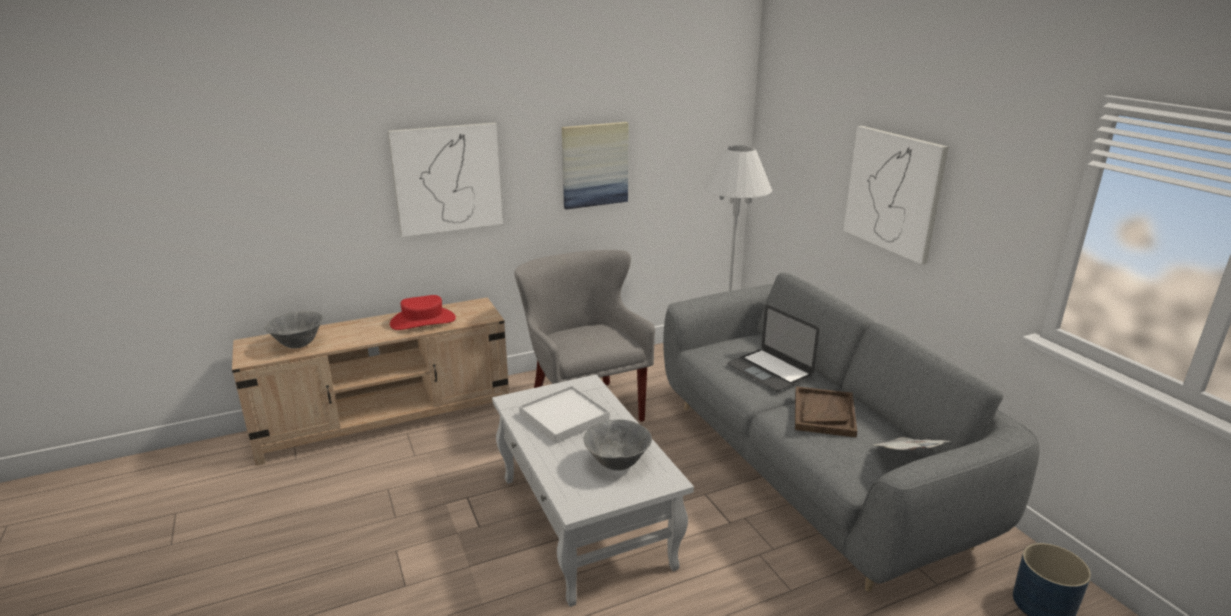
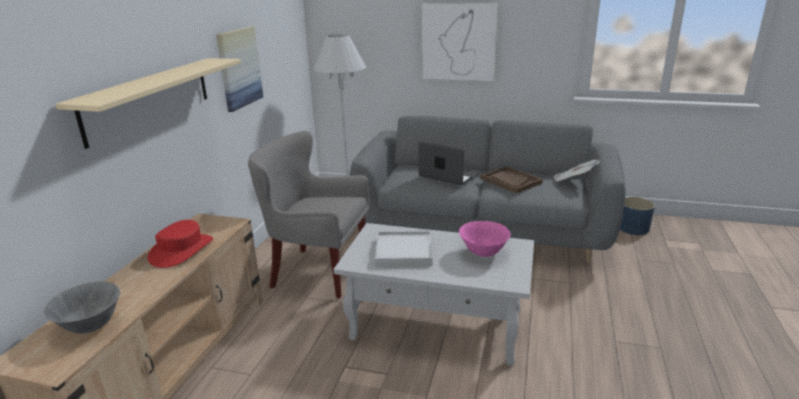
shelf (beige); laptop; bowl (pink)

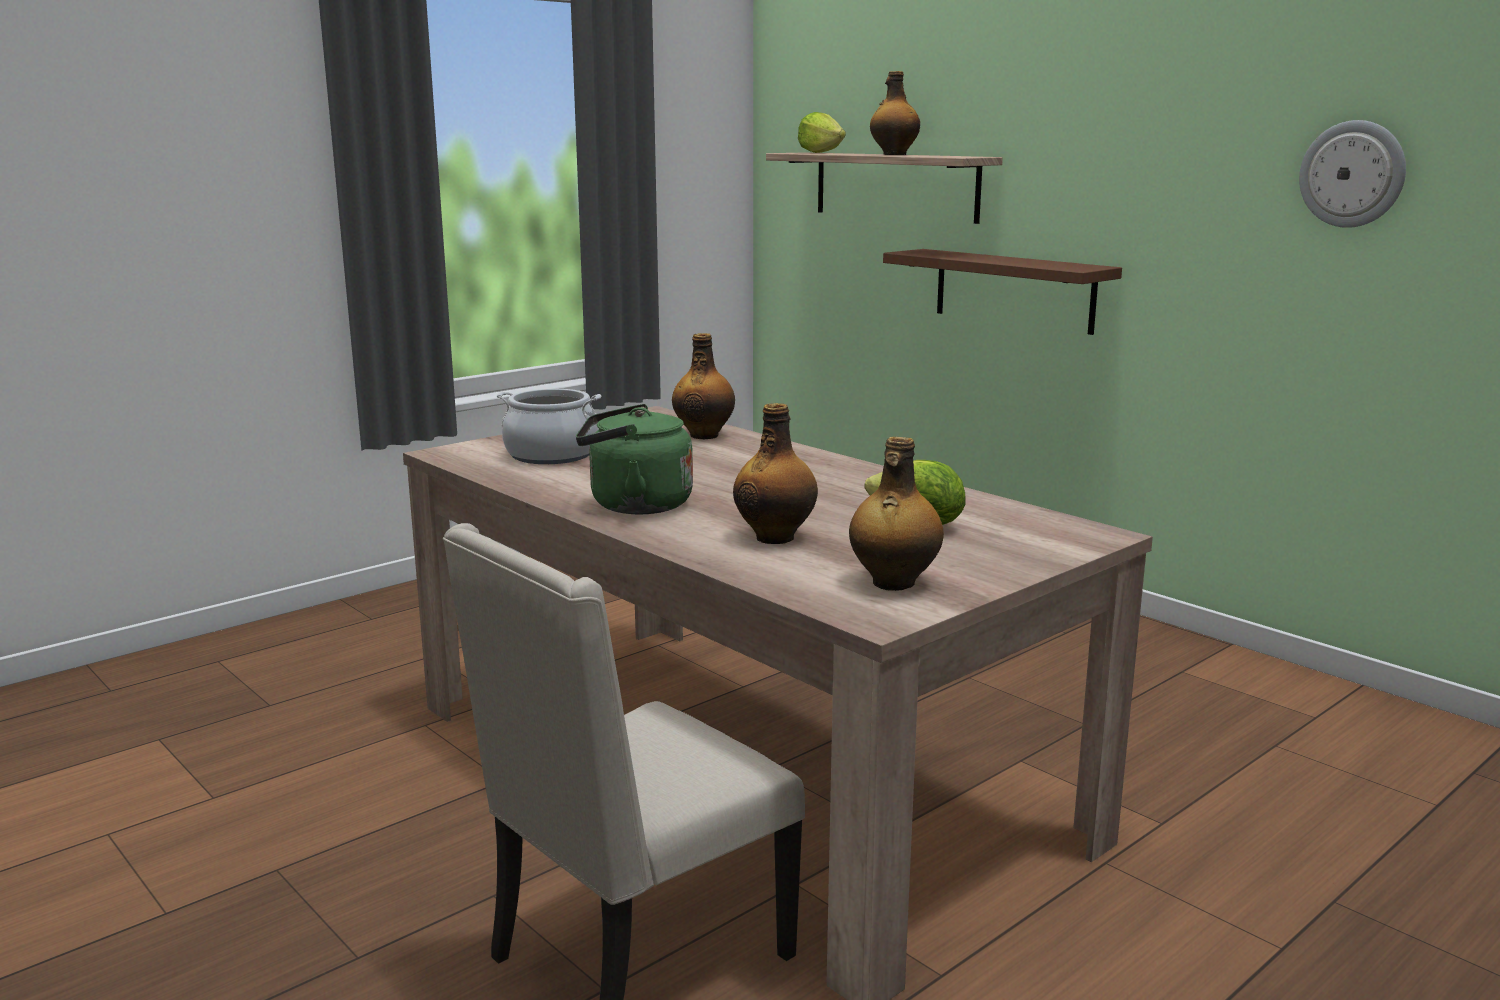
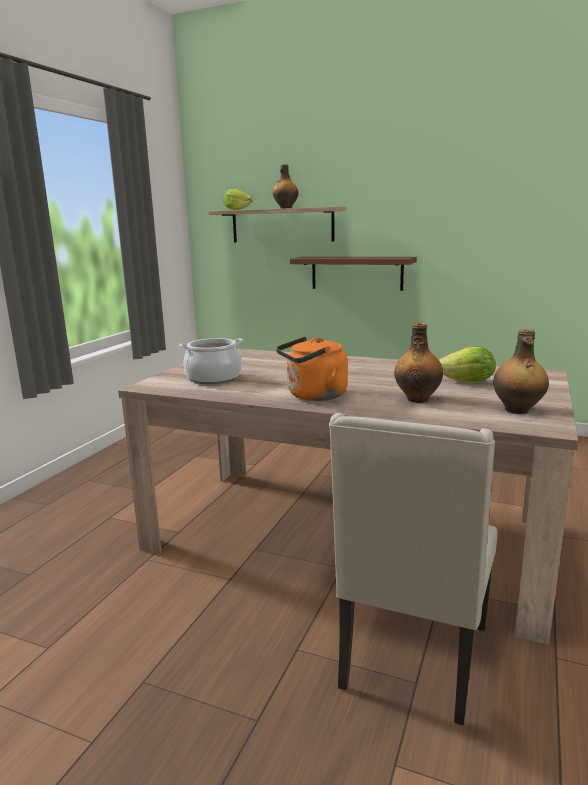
wall clock; bottle (1st from left in the first image); kettle (orange)

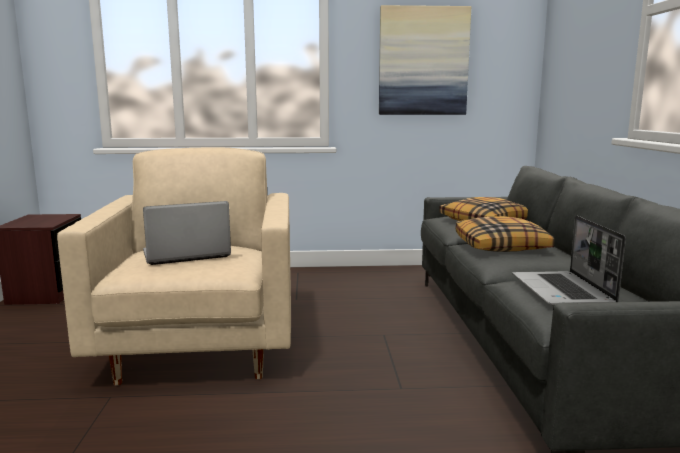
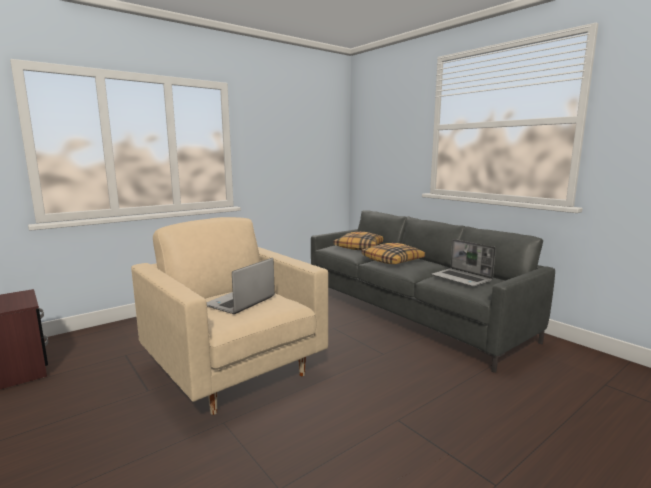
picture

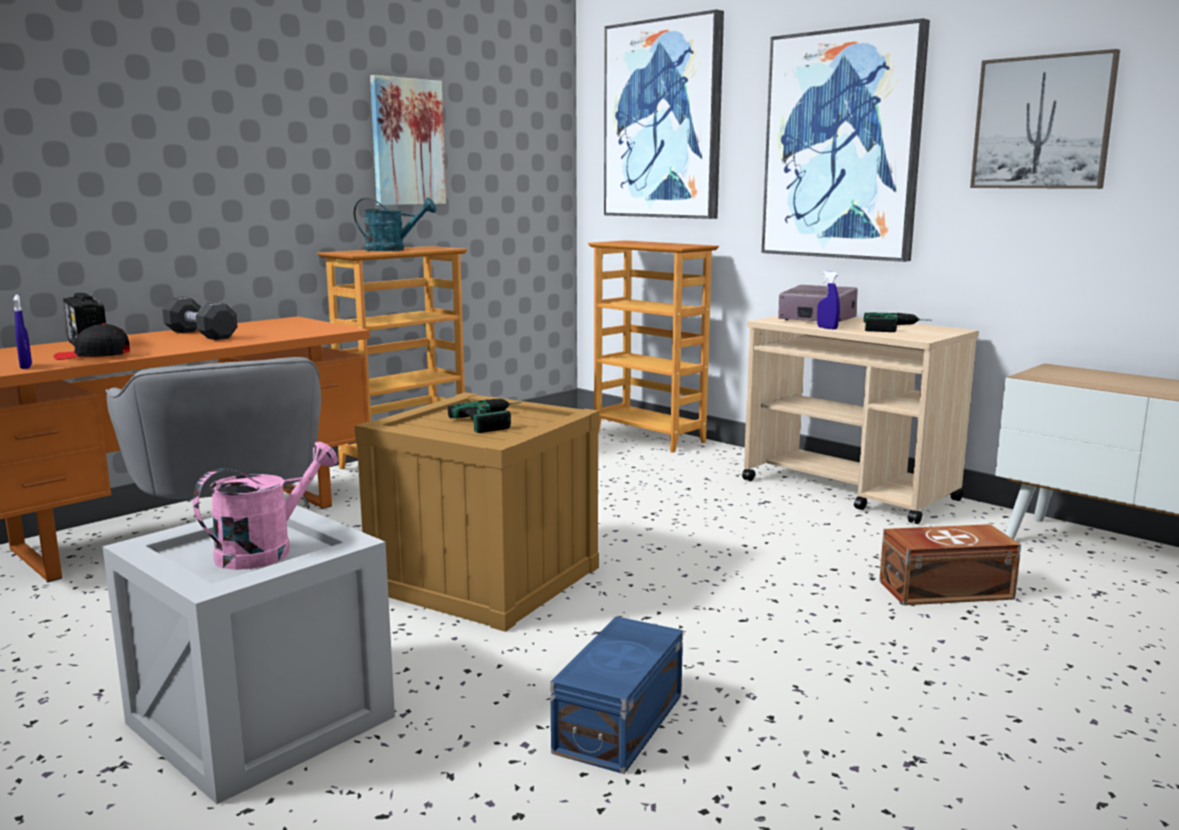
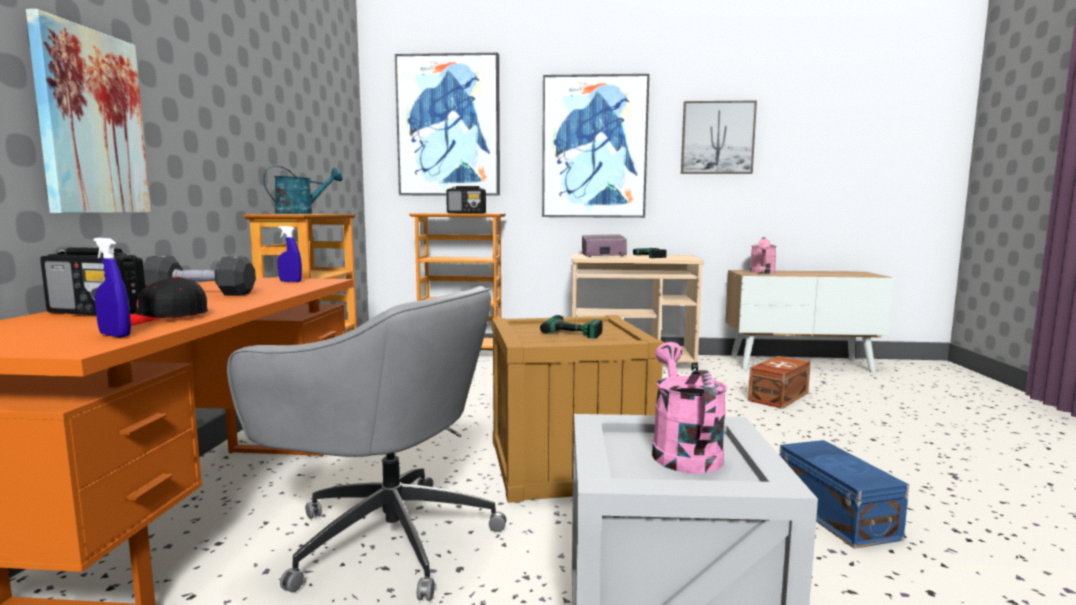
picture (1st from left); spray bottle (blue) (2nd from left); radio (2nd from left); watering can (pink) (2nd from left)

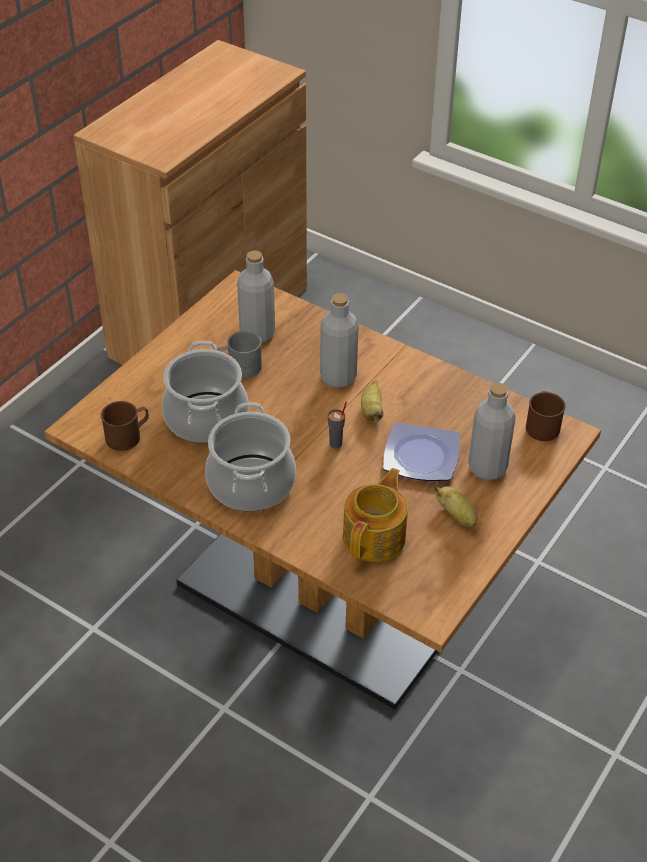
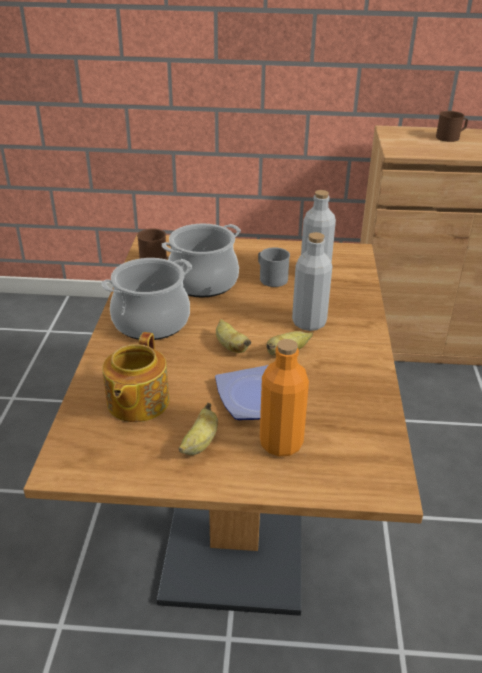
bottle (orange); mug (brown) (2nd from left); banana (2nd from left); teapot

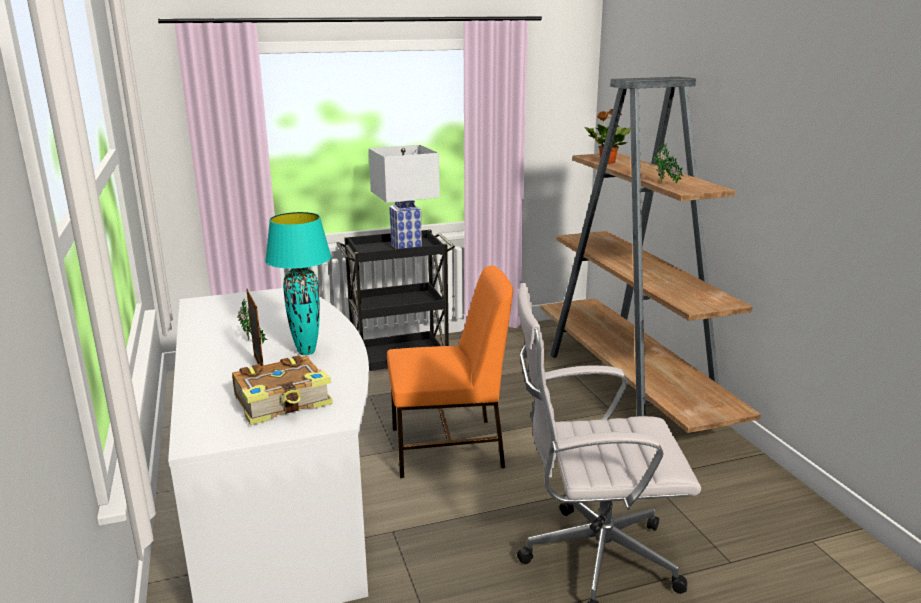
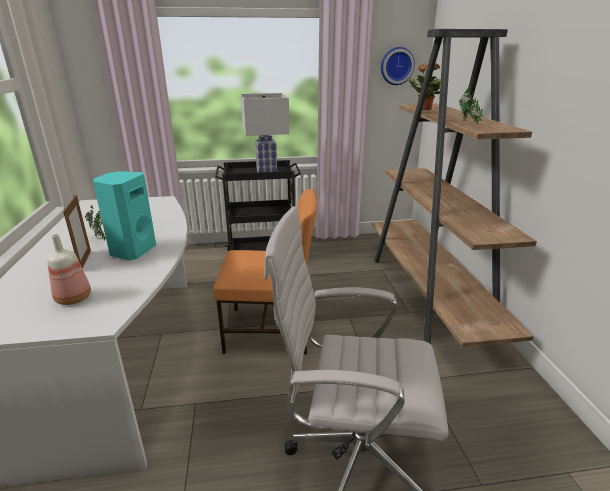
speaker (turquoise); bottle; wall clock

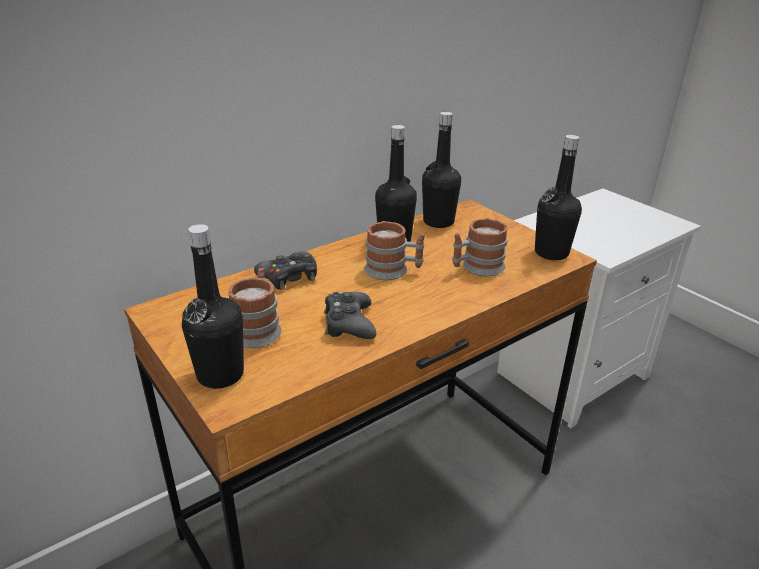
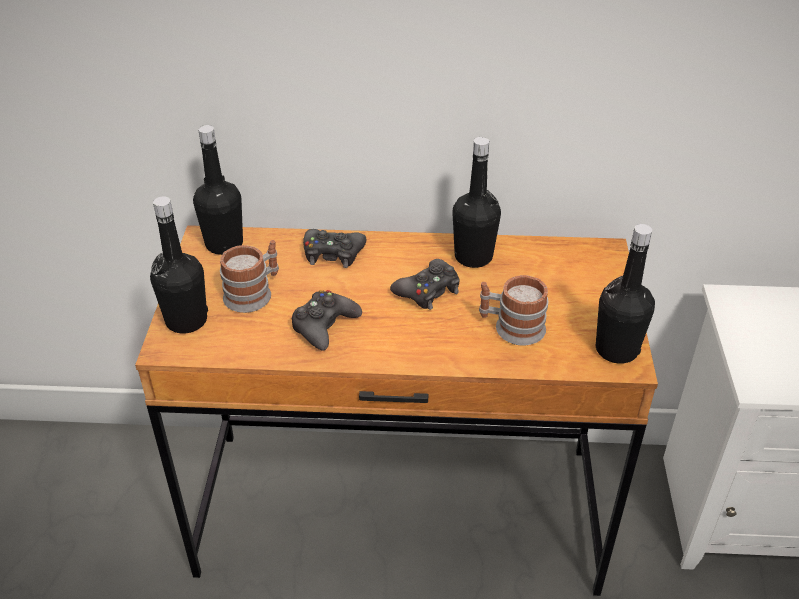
bottle (black) (2nd from left); game controller (black) (3rd from left)

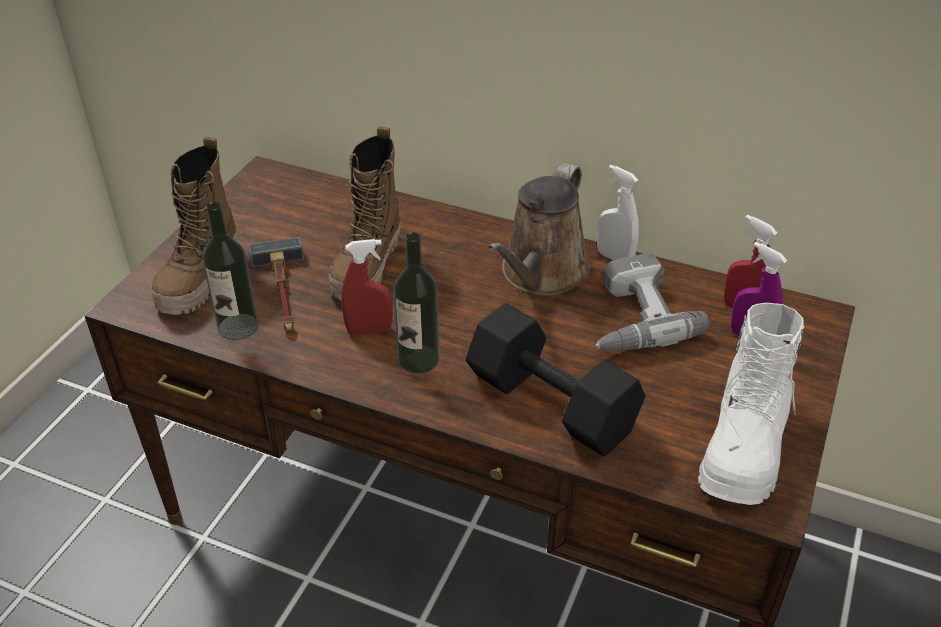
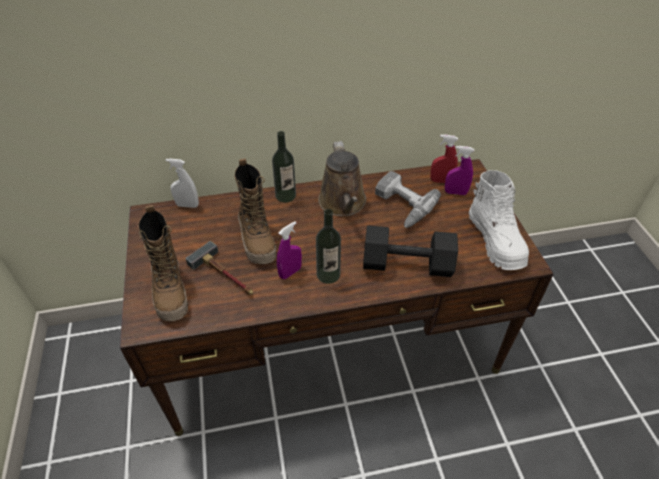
spray bottle (white); bottle (1st from left); spray bottle (purple) (1st from left)

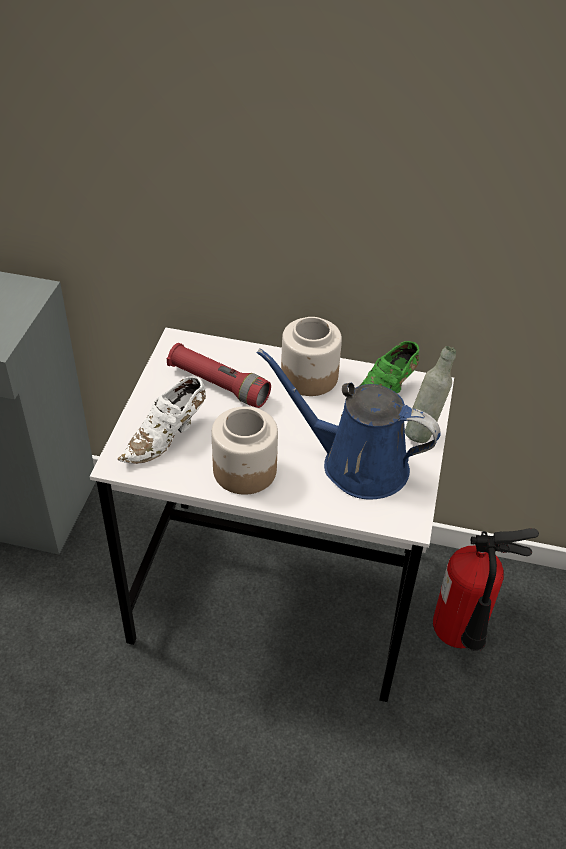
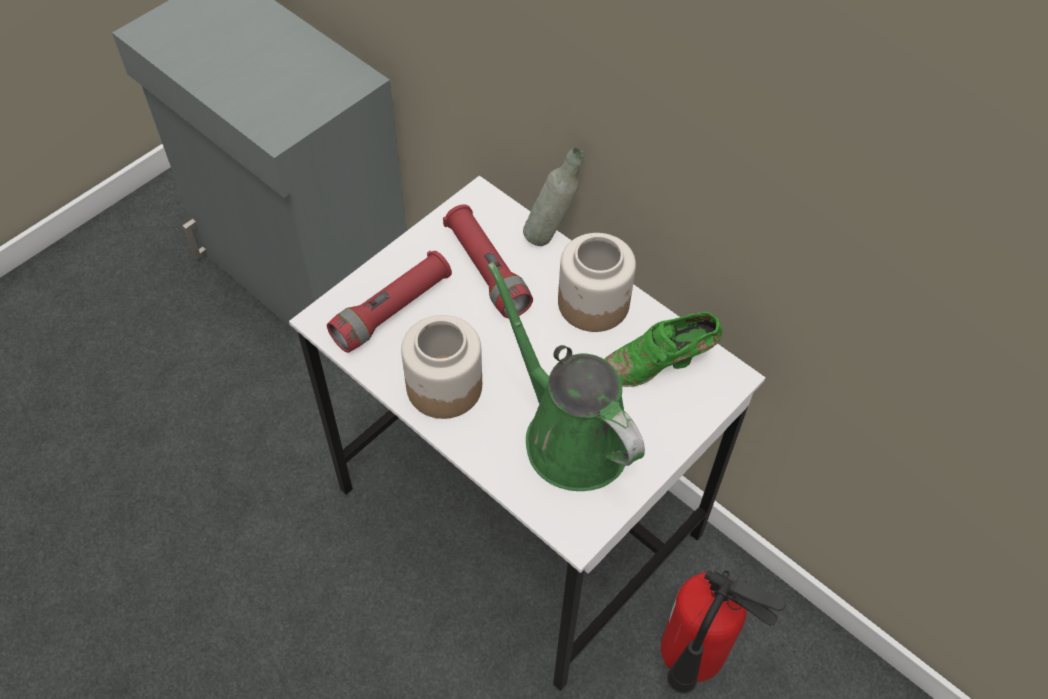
bottle (grey); watering can (green); flashlight (red) (1st from left)

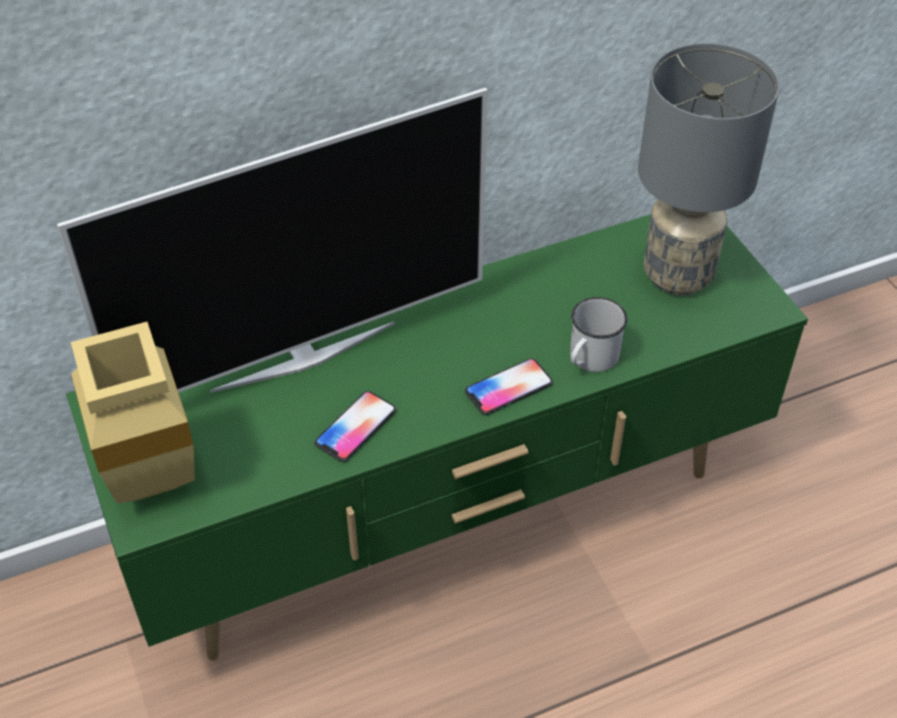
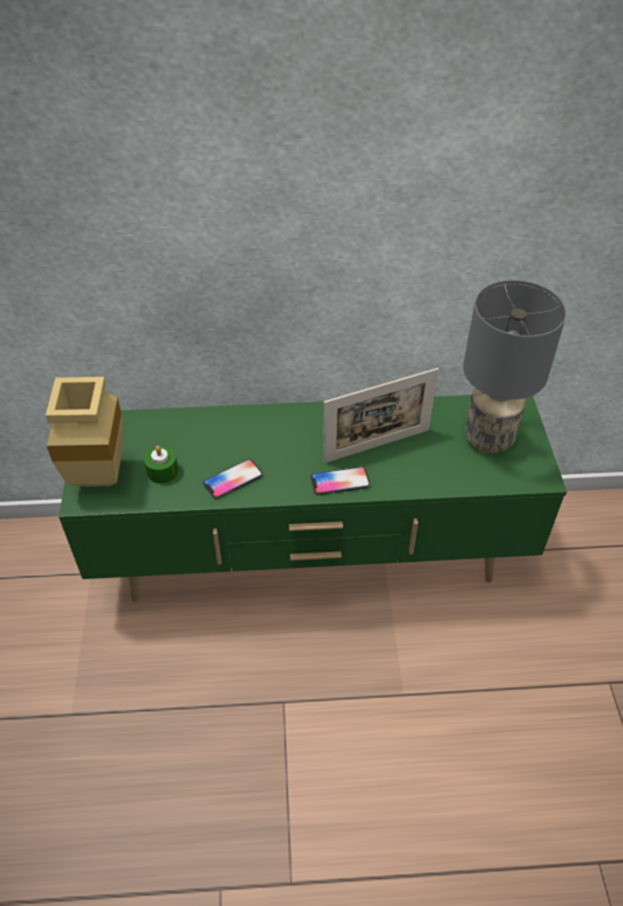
television; mug (white); picture frame; candle (green)

